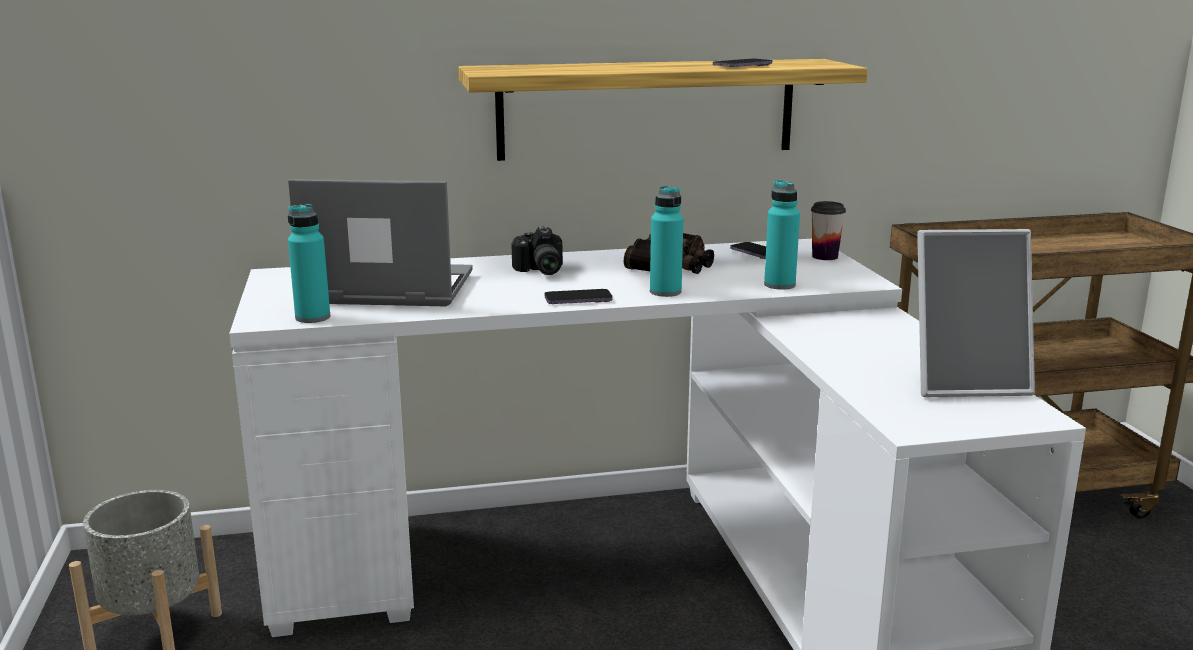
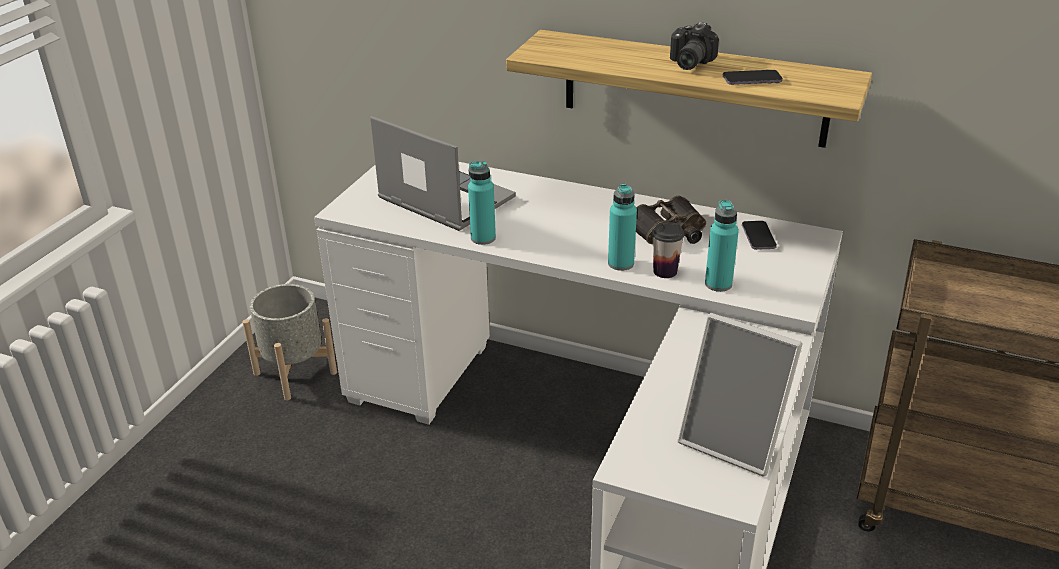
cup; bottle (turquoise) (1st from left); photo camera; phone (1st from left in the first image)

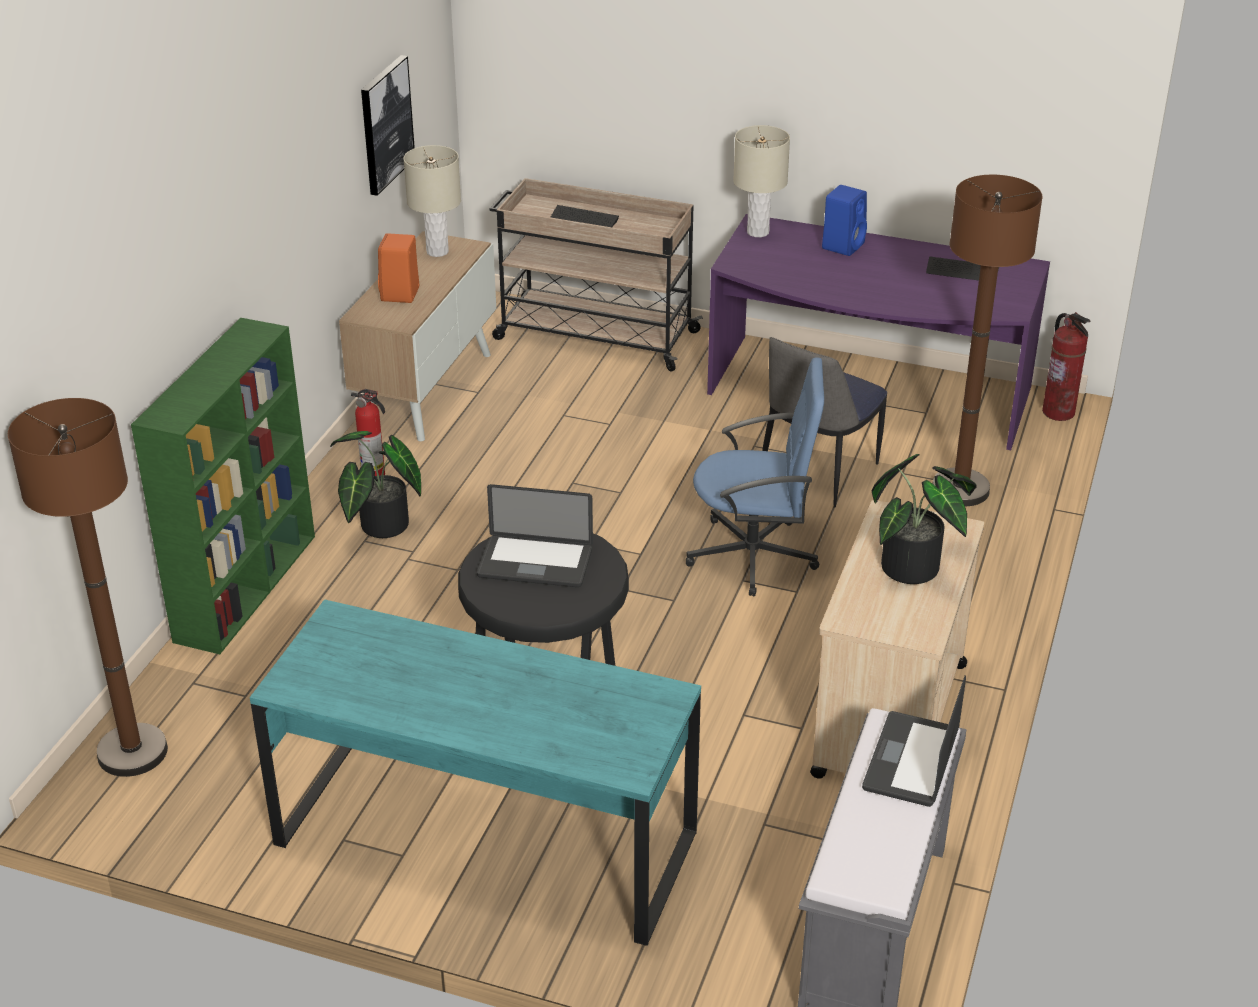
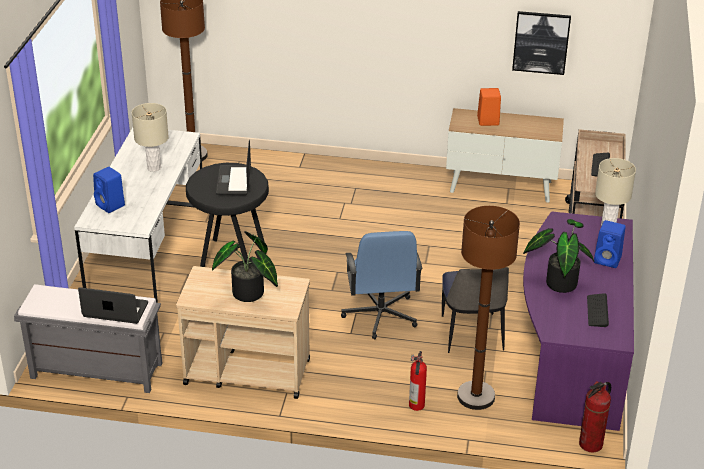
table lamp (beige) (1st from left); bookcase (green); chair; fire extinguisher (1st from left); potted plant (2nd from left); desk (white); speaker (blue) (1st from left)

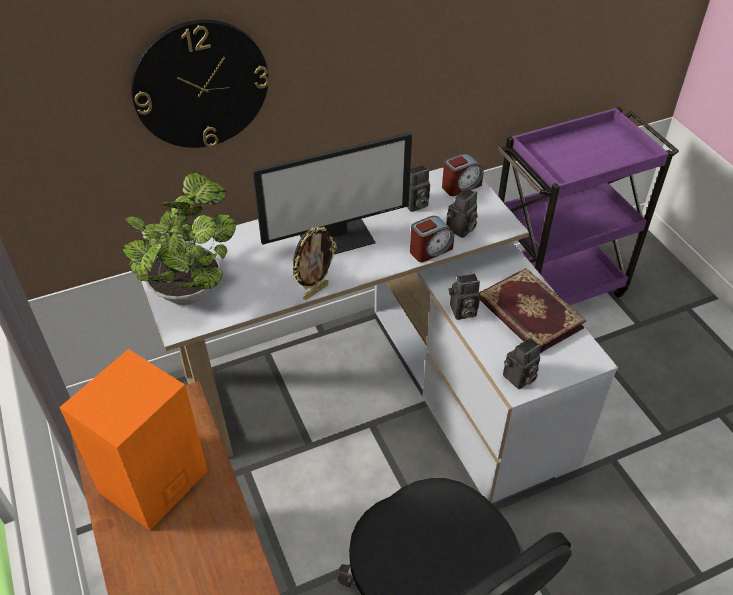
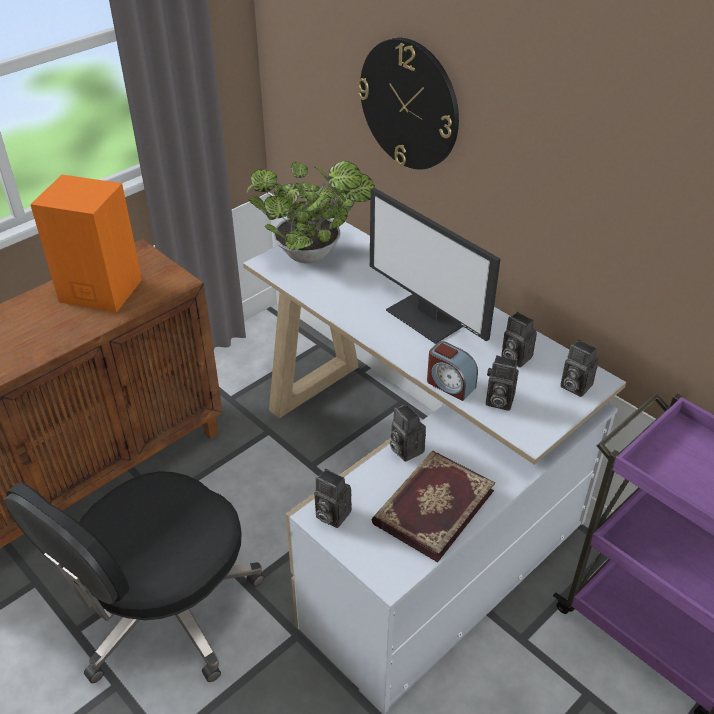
photo camera (5th from left); picture frame

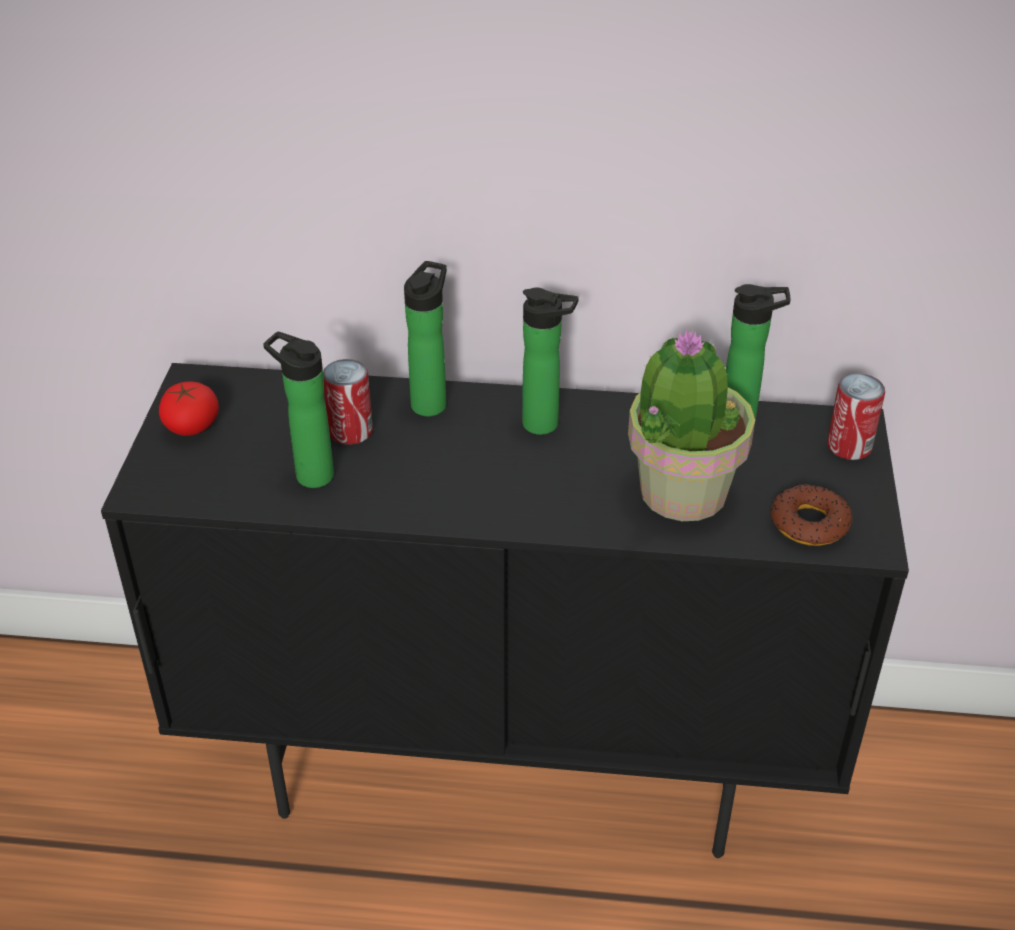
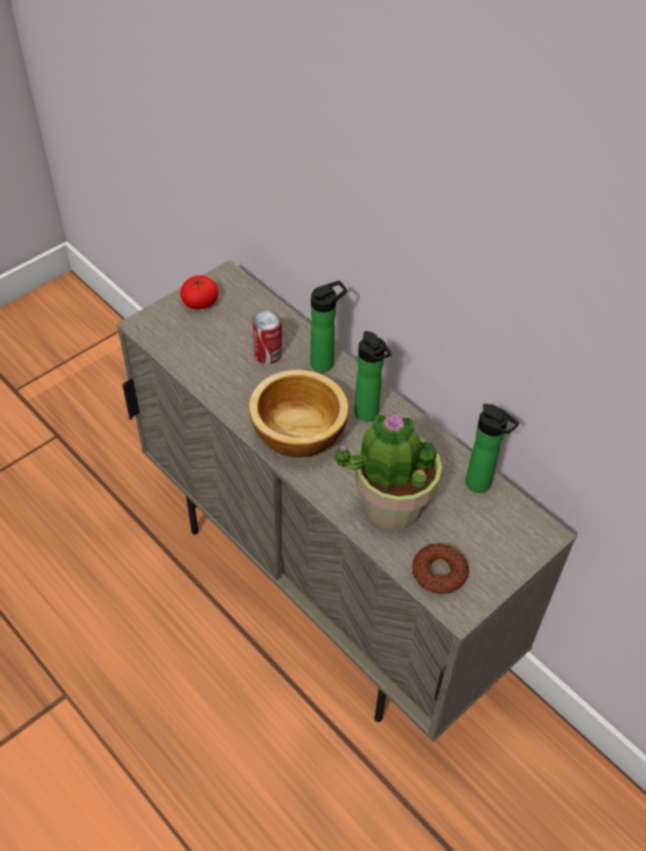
bottle (1st from left in the first image); cabinet (beige); can (2nd from left in the first image); bowl

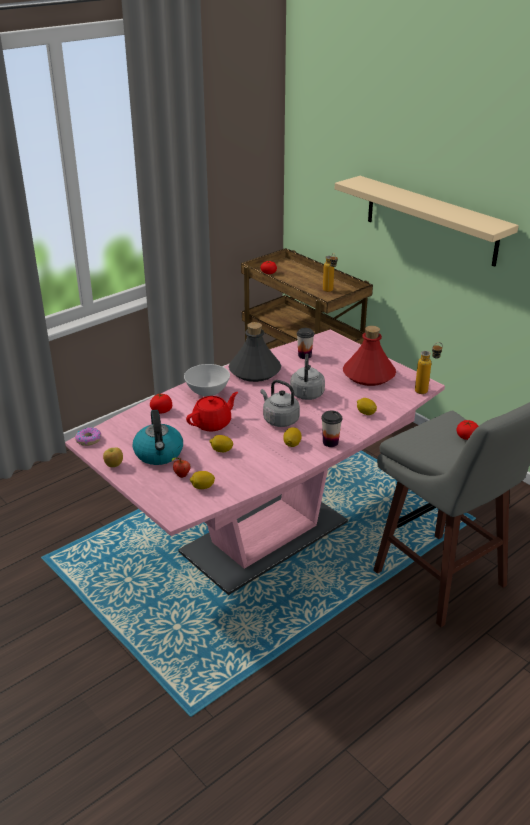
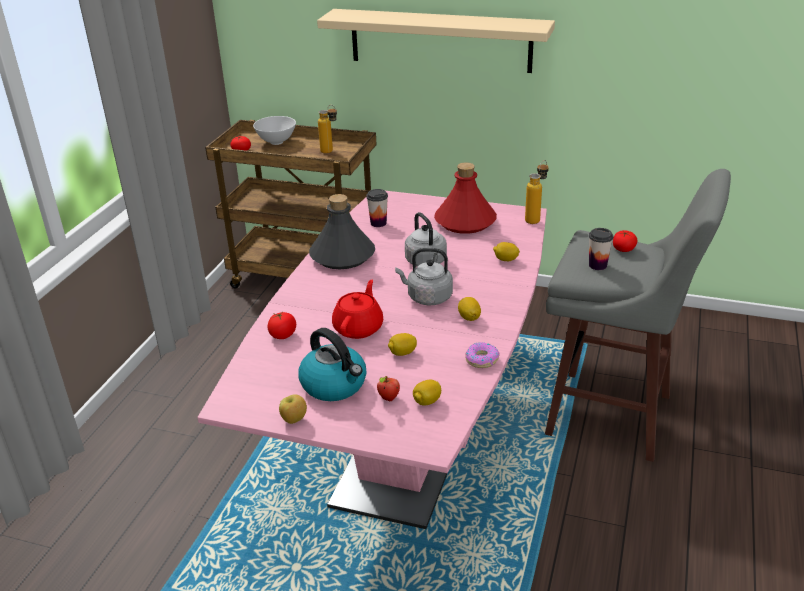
bowl (white); cup (2nd from left); donut

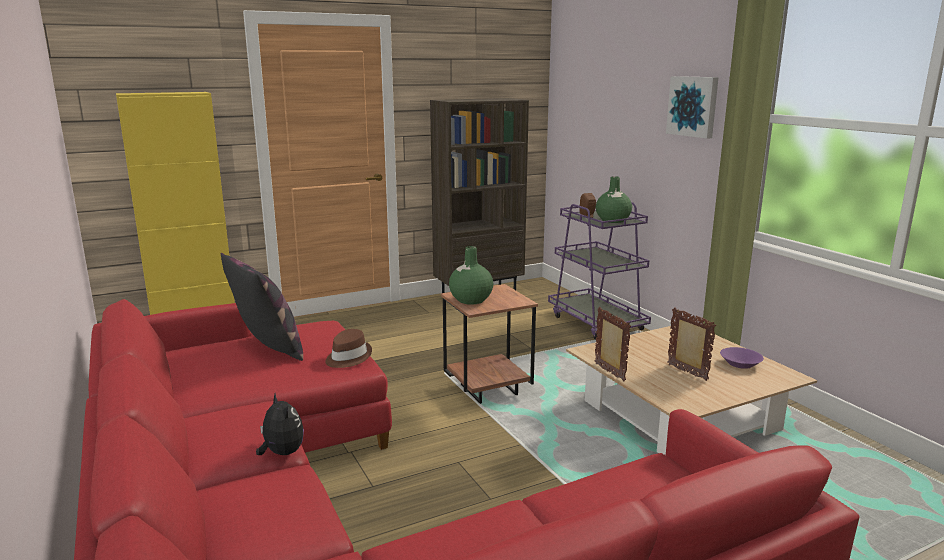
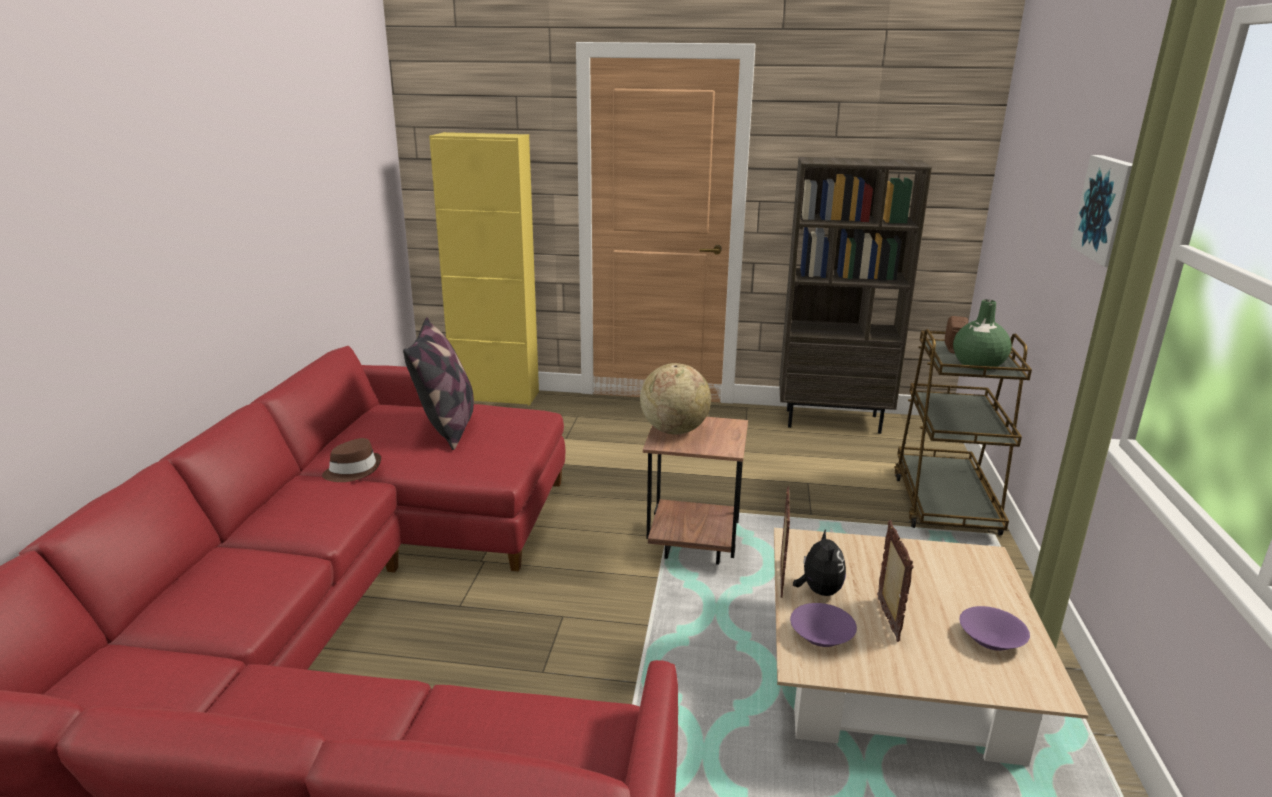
cart (brown); globe; hat (brown); plush toy; bowl (purple) (1st from left)

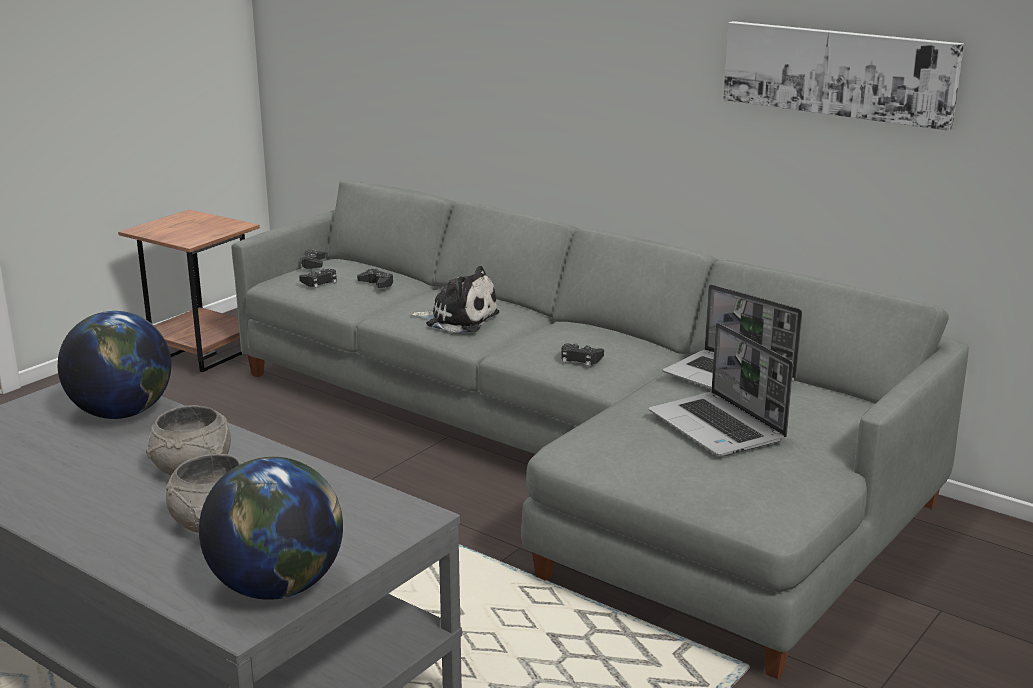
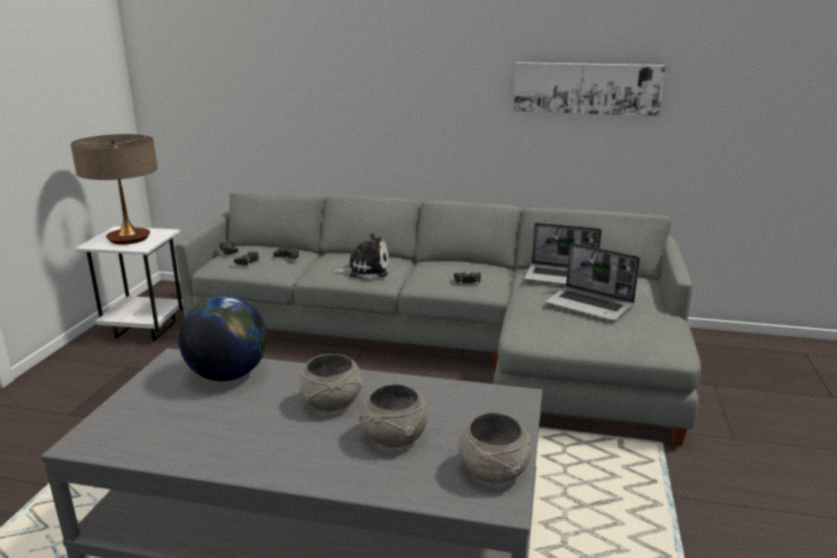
side table (white); bowl (grey) (3rd from left); table lamp

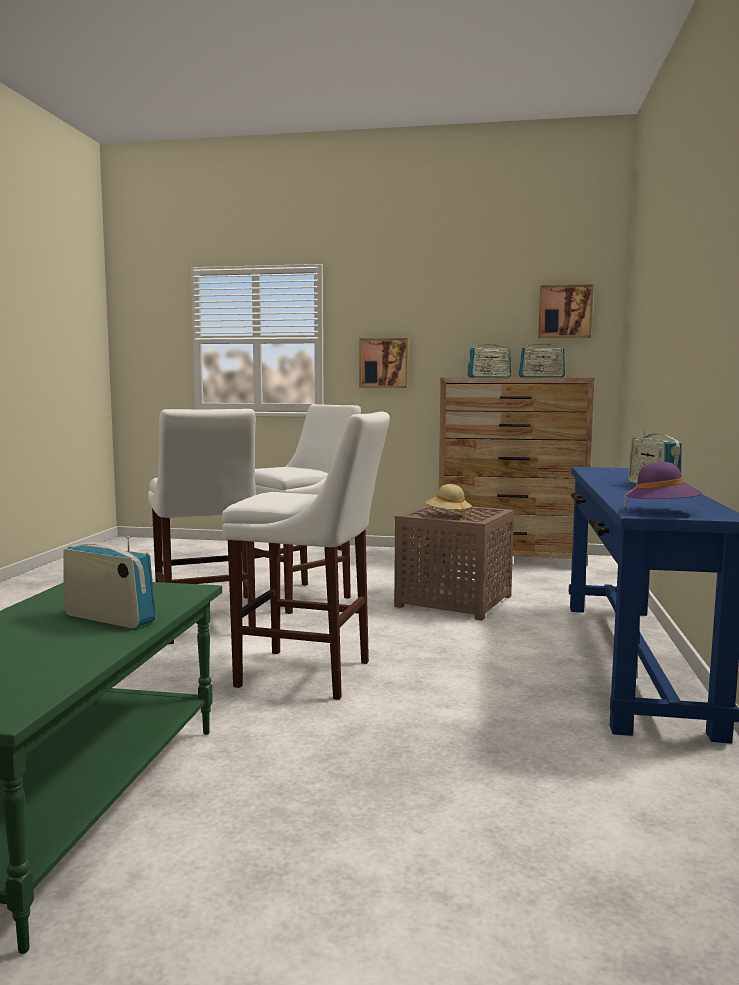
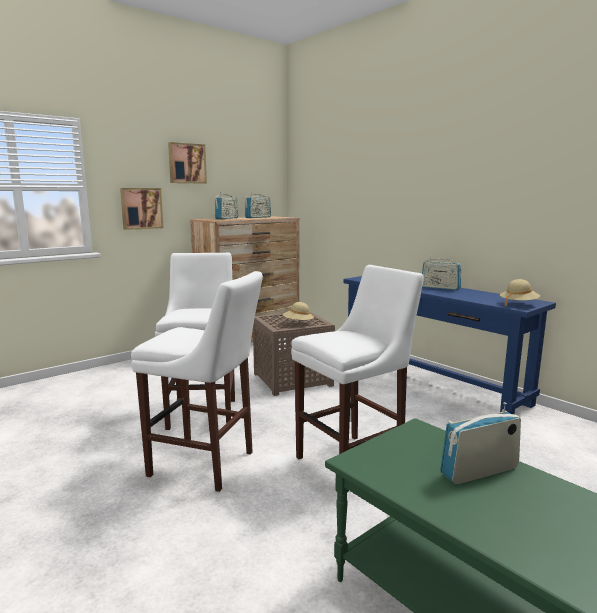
picture (2nd from left); hat (beige) (2nd from left)

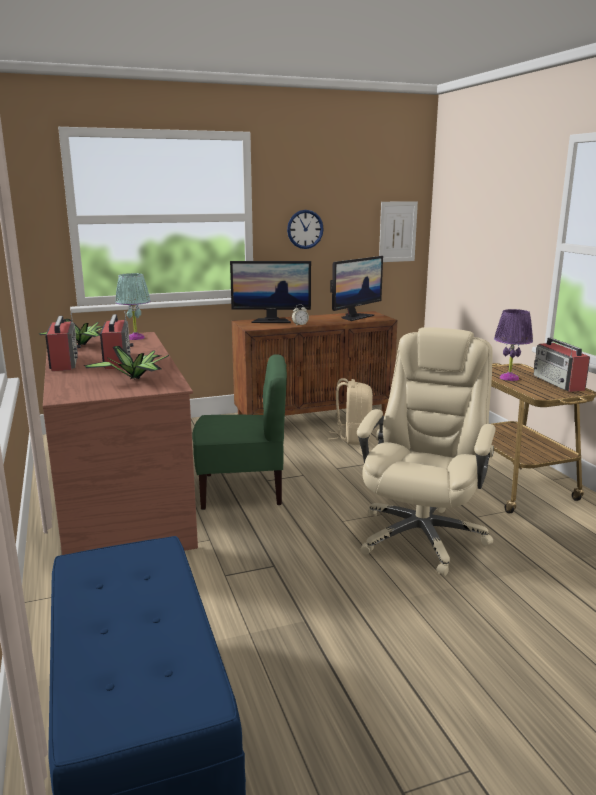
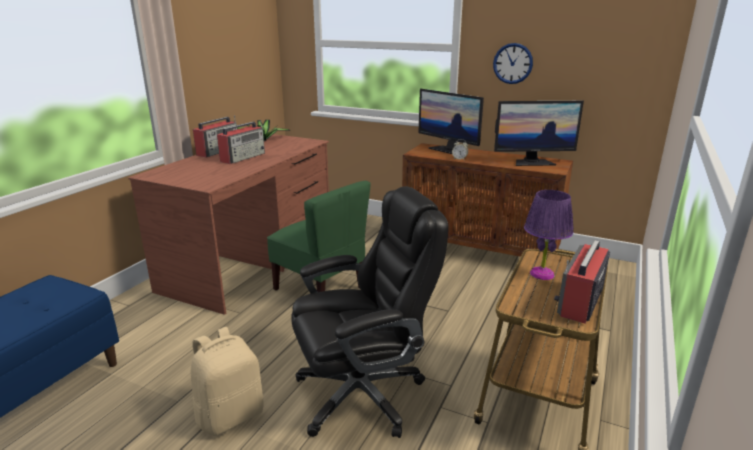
picture; table lamp (turquoise); office chair (black); potted plant (2nd from left in the first image); backpack (beige)

